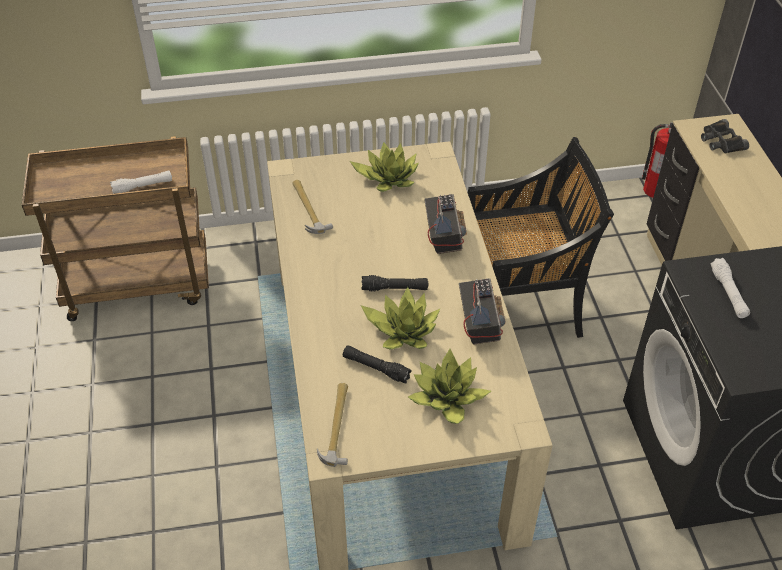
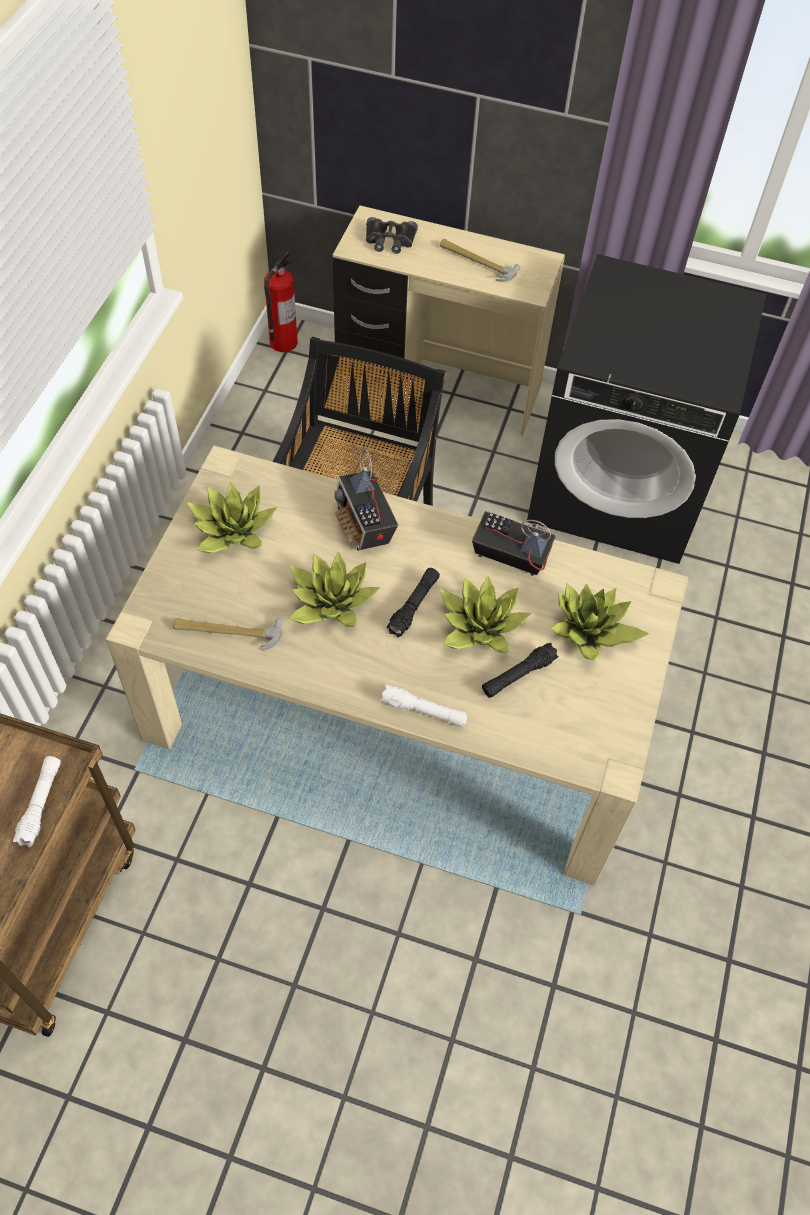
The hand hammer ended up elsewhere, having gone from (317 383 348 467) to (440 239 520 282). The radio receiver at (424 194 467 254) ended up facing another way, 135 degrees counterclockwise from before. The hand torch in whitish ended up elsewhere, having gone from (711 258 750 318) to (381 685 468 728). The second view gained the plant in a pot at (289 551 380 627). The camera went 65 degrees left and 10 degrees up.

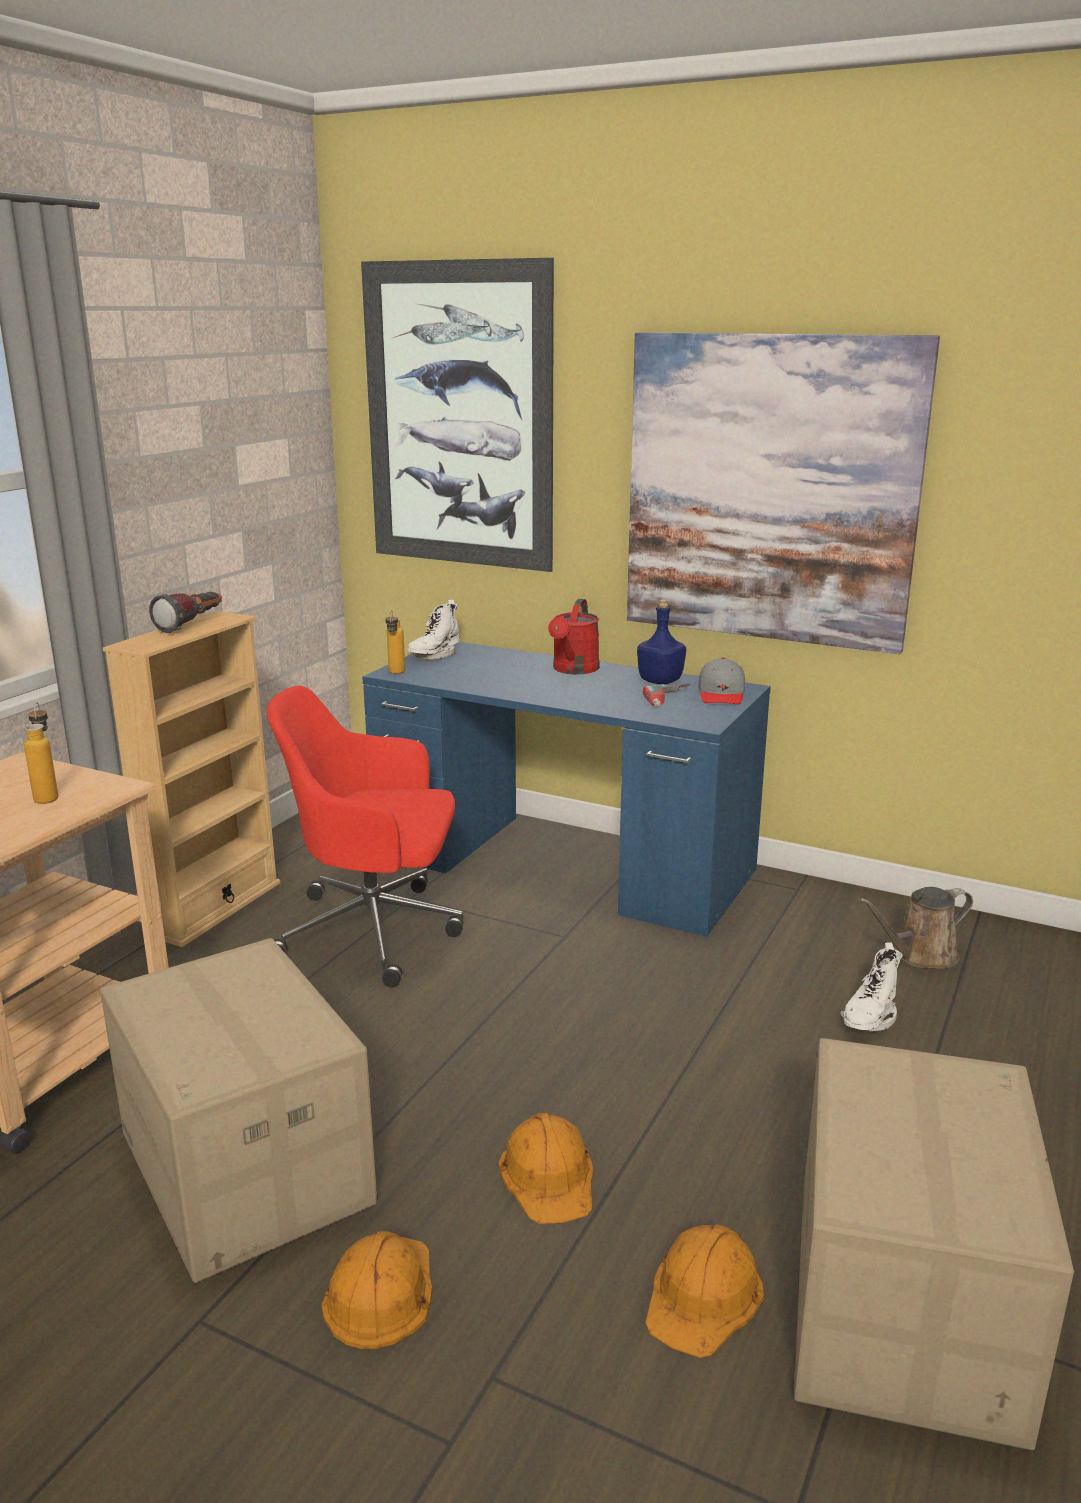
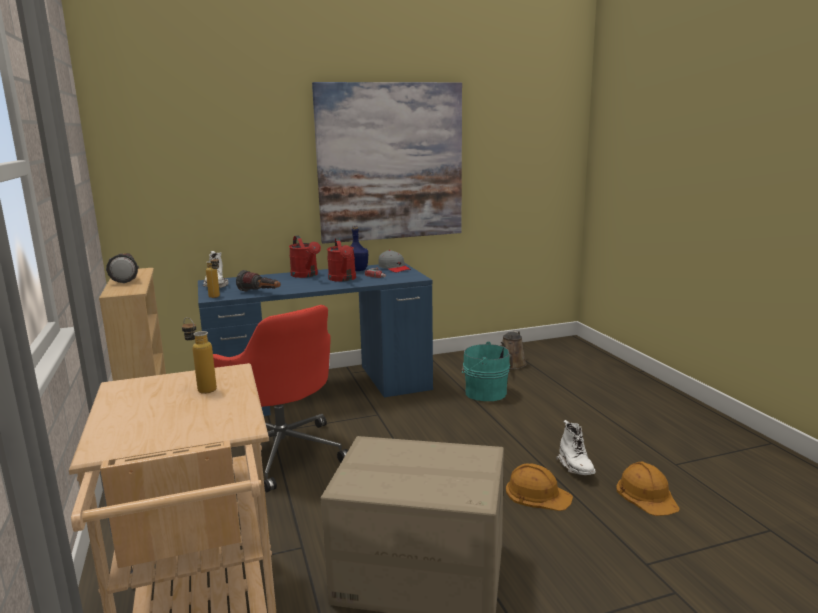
The desk chair in reddish at (267 685 463 988) ended up facing another way, 90 degrees counterclockwise from before. The second view lost the hard hat in orangey at (321 1231 432 1349). The second view lost the wall art at (361 258 554 572). The second view lost the carton at (794 1038 1074 1450). The boot in whitish ended up elsewhere, having gone from (840 942 903 1032) to (556 420 596 475). The second view gained the hand torch at (236 270 281 292). The second view gained the watering can in reddish at (327 238 356 282). The second view gained the water bucket in turquoise-coloured at (461 342 510 401). The camera went 45 degrees left and 5 degrees down.

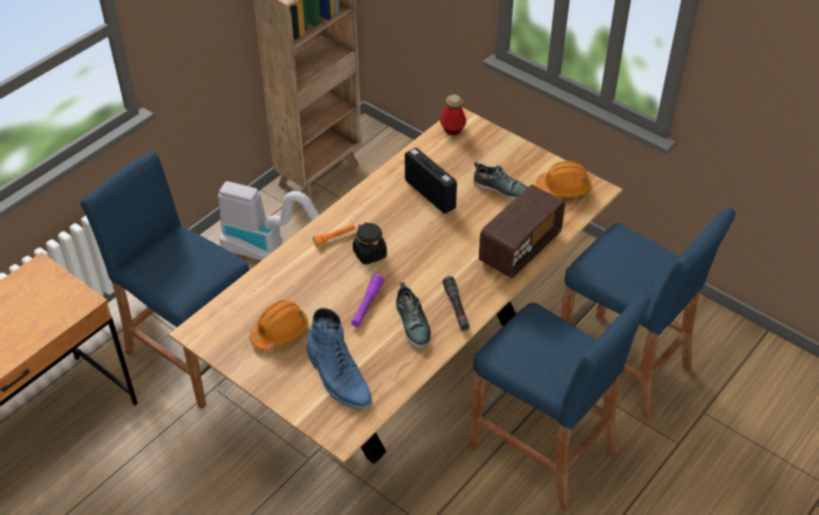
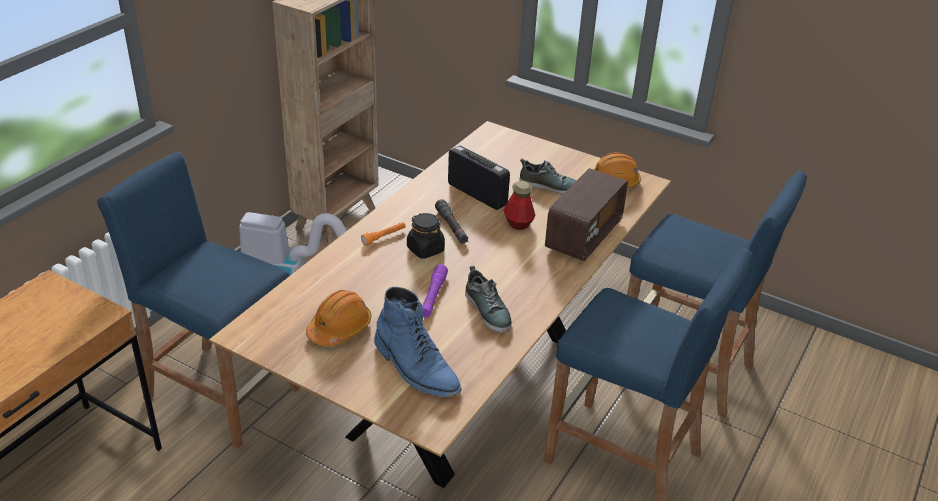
The drink bottle ended up elsewhere, having gone from (440 94 466 135) to (504 181 535 230). The hand torch in black ended up elsewhere, having gone from (443 276 470 331) to (435 199 468 244). The camera went 10 degrees left and 10 degrees down.

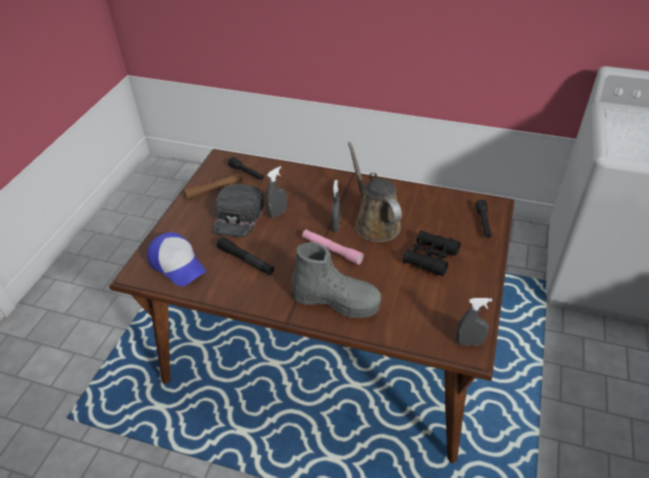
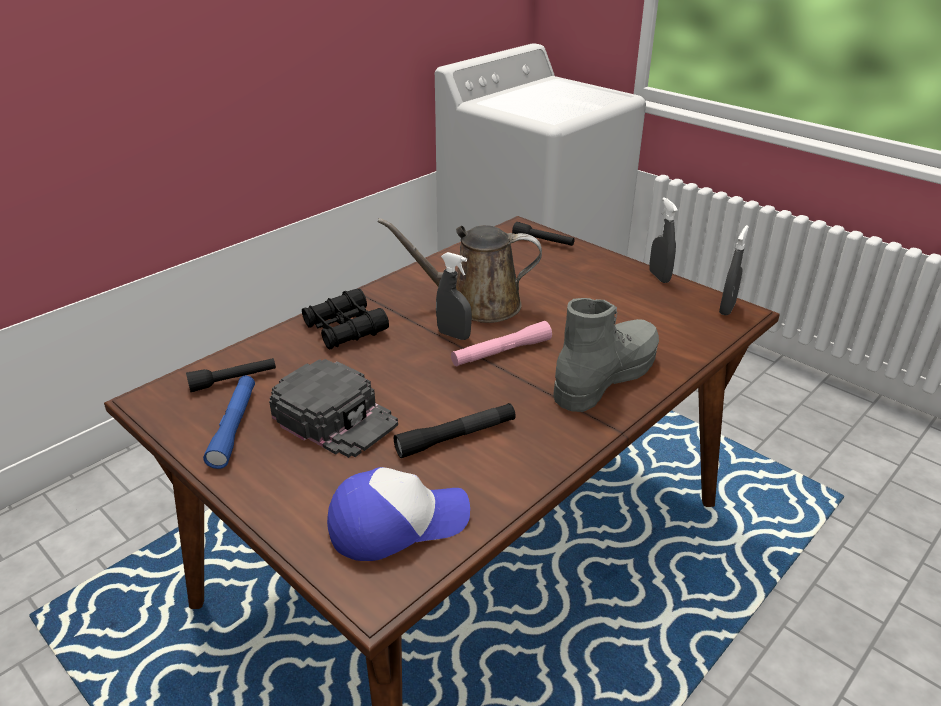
What was the hand torch in brown-coloured at (184 173 243 200) turned into the hand torch in blue-coloured at (203 376 255 469). The spray bottle in grey ended up elsewhere, having gone from (266 166 287 218) to (649 197 678 283). The pair of binoculars in black ended up elsewhere, having gone from (403 230 461 276) to (302 288 389 350). The camera went 65 degrees left and 10 degrees down.

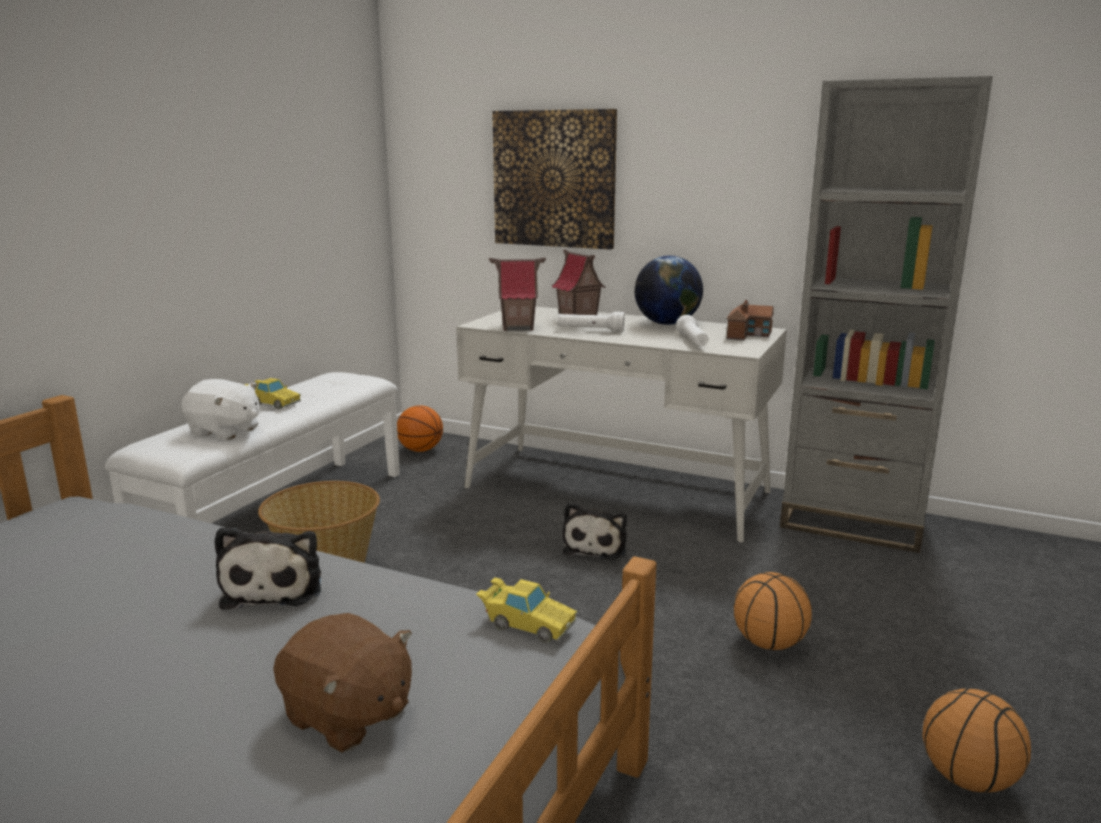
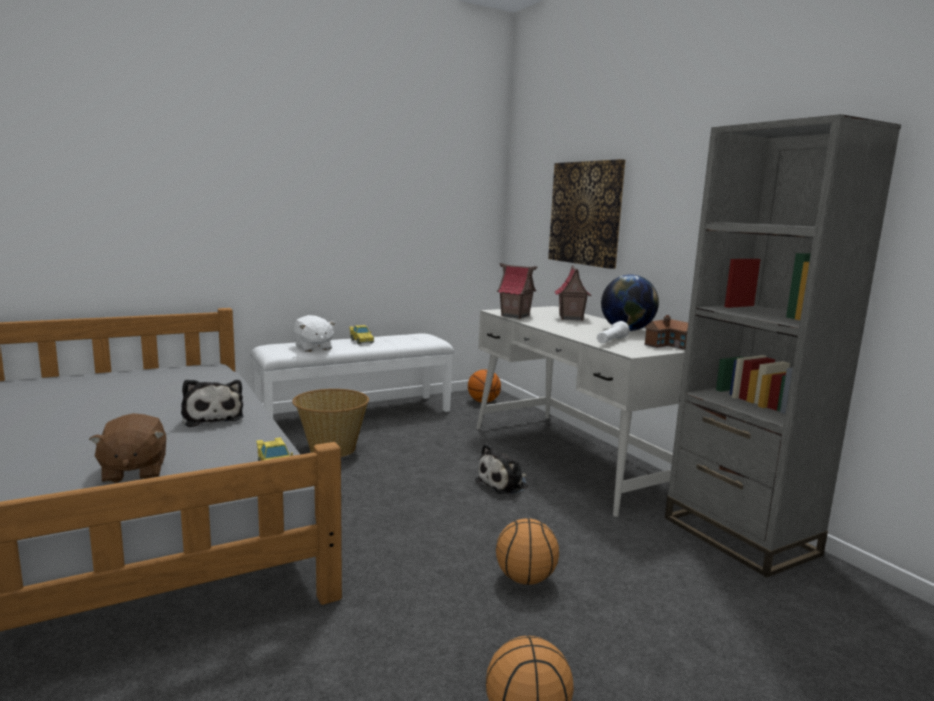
The plush toy at (215 527 321 610) ended up facing another way, 60 degrees counterclockwise from before. The second view lost the hand torch in whitish at (557 312 624 332). The camera went 35 degrees right and 5 degrees down.

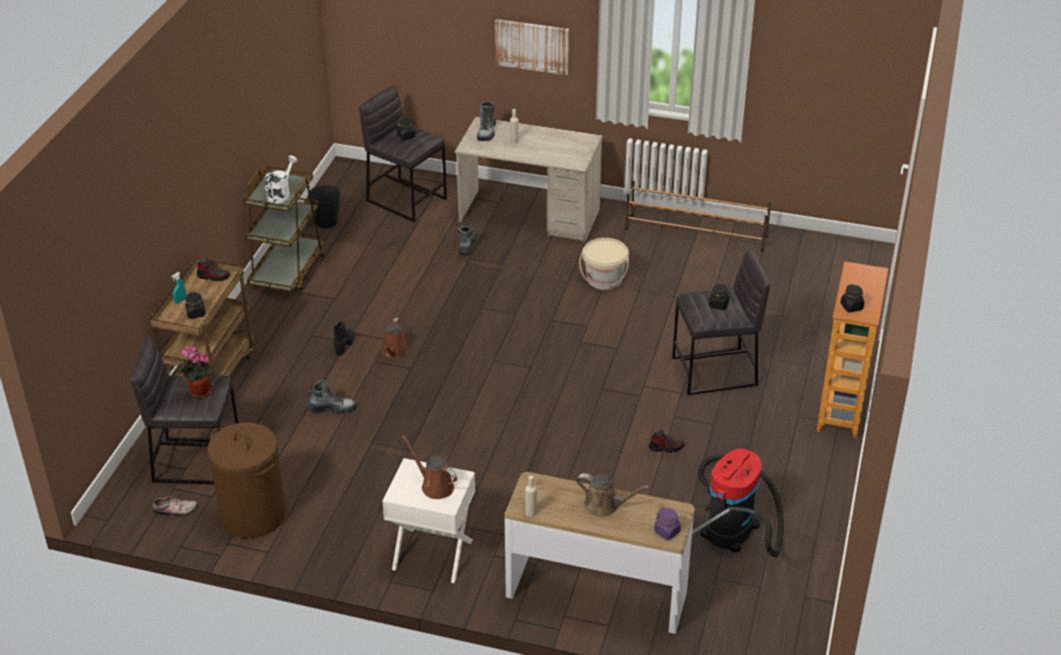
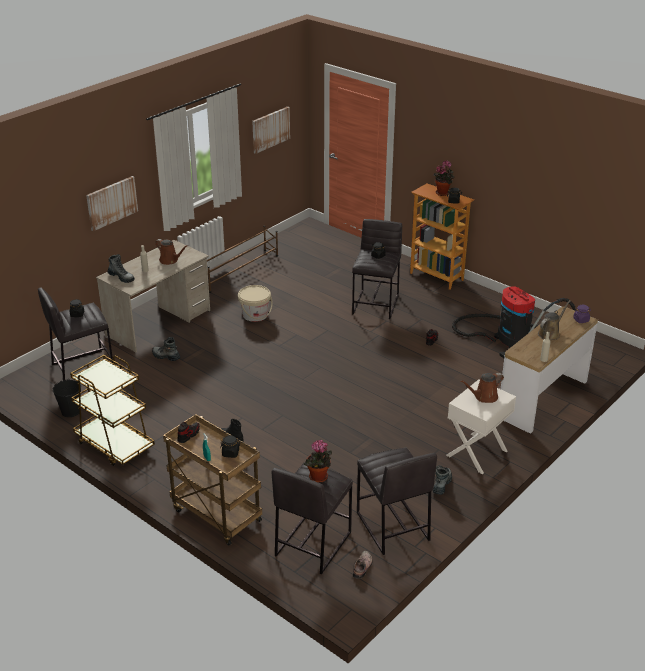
Where the washing basket in brown-coloured stood at (208 422 286 538), the sitting stool in grey came to stand at (357 447 437 555). The second view lost the watering can in whitish at (265 156 298 204). The boot ended up elsewhere, having gone from (307 380 356 414) to (433 465 452 495). The watering can in brown-coloured ended up elsewhere, having gone from (382 318 409 359) to (155 239 188 265). The second view gained the wall art at (252 106 290 154). The second view gained the plant in a pot at (433 160 455 196). The camera went 65 degrees left and 5 degrees down.

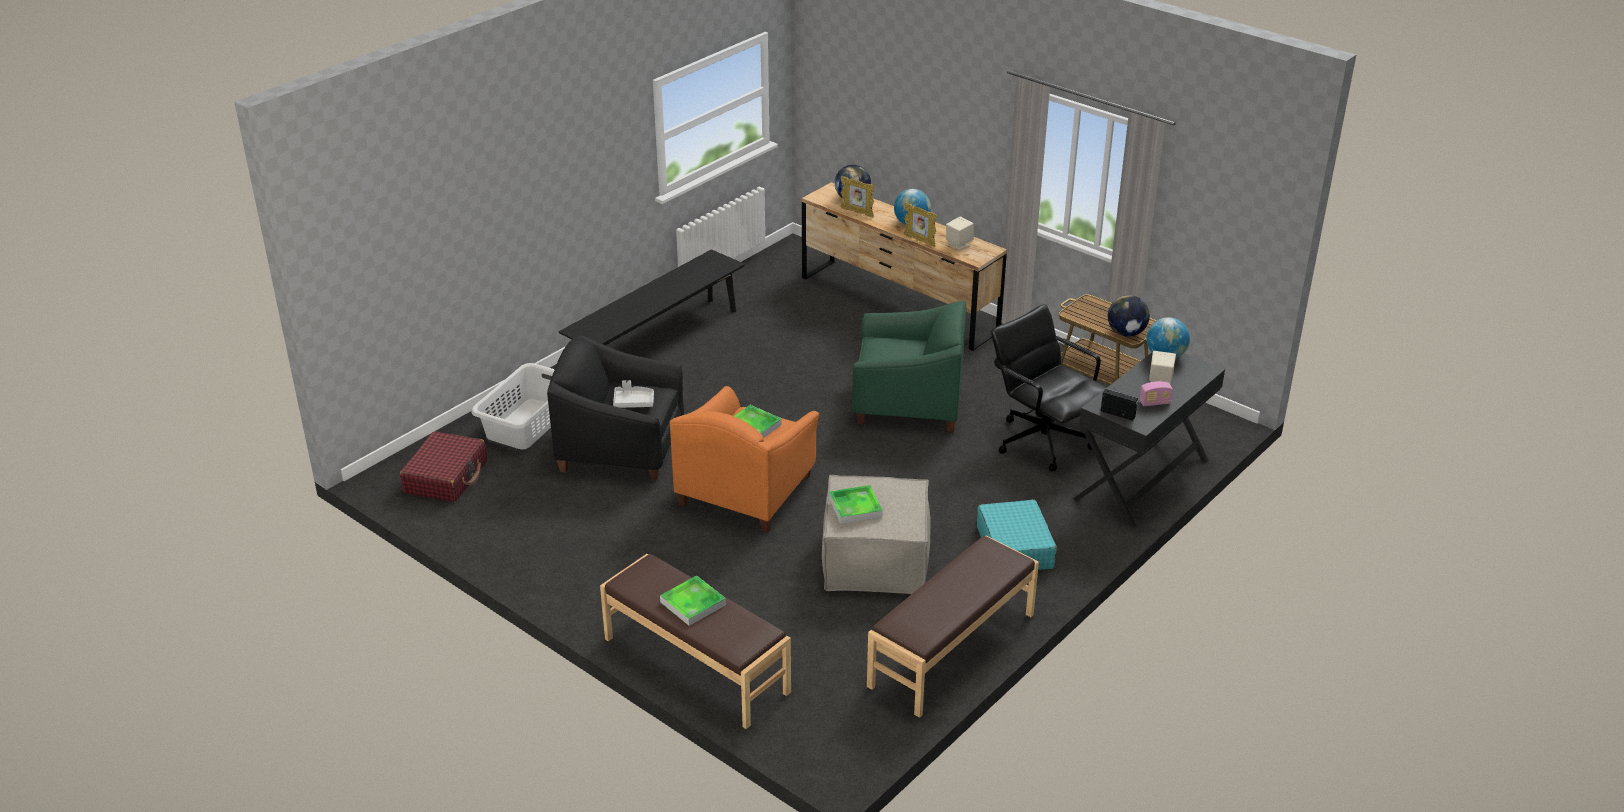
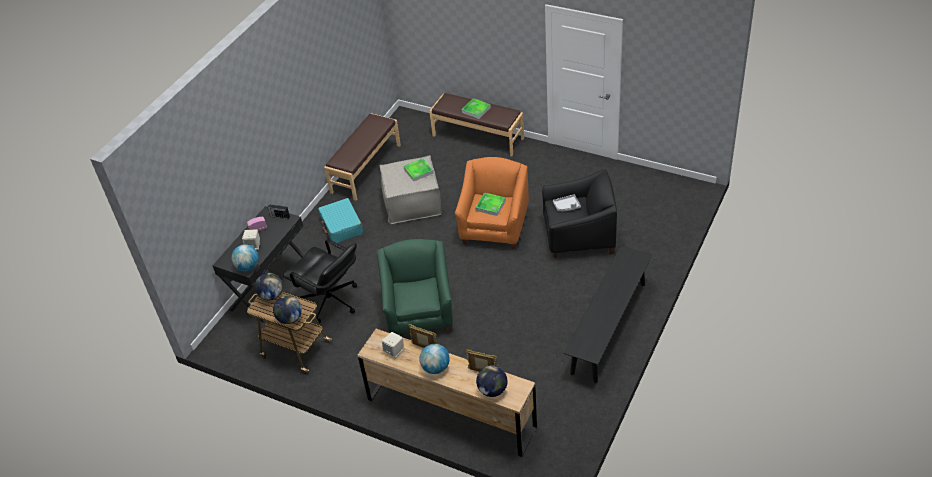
The second view lost the suitcase in reddish at (400 431 487 502). The second view lost the washing basket in grey at (471 363 555 449). The armchair in green at (852 301 967 433) ended up facing another way, 90 degrees clockwise from before. The second view gained the desk globe at (273 296 302 324). The camera went 170 degrees right and 10 degrees up.

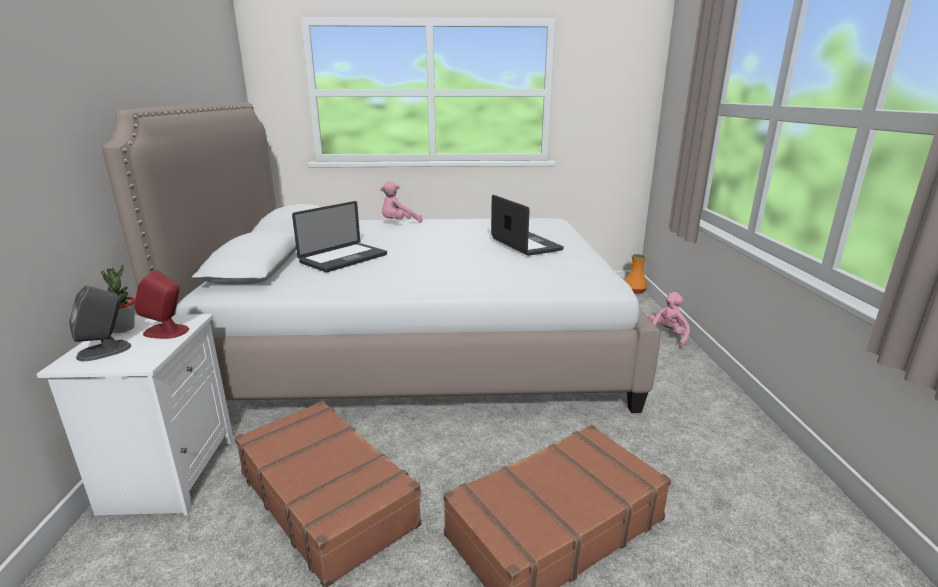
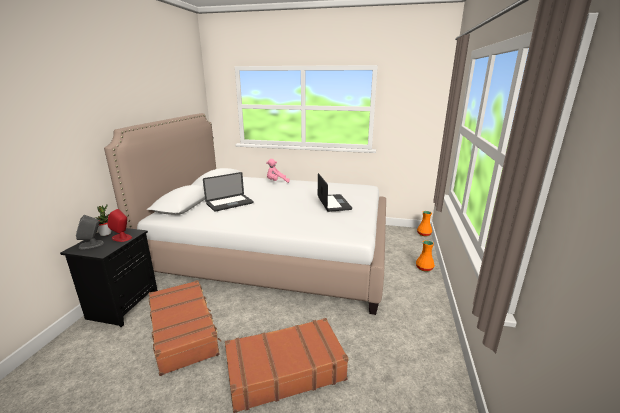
What was the bedside table in whitish at (37 314 234 515) turned into the bedside table in black at (60 228 158 327). Where the plush toy in pinkish stood at (648 292 690 348), the flower vase in orangey came to stand at (416 240 435 272). The camera went 15 degrees right and 0 degrees up.

